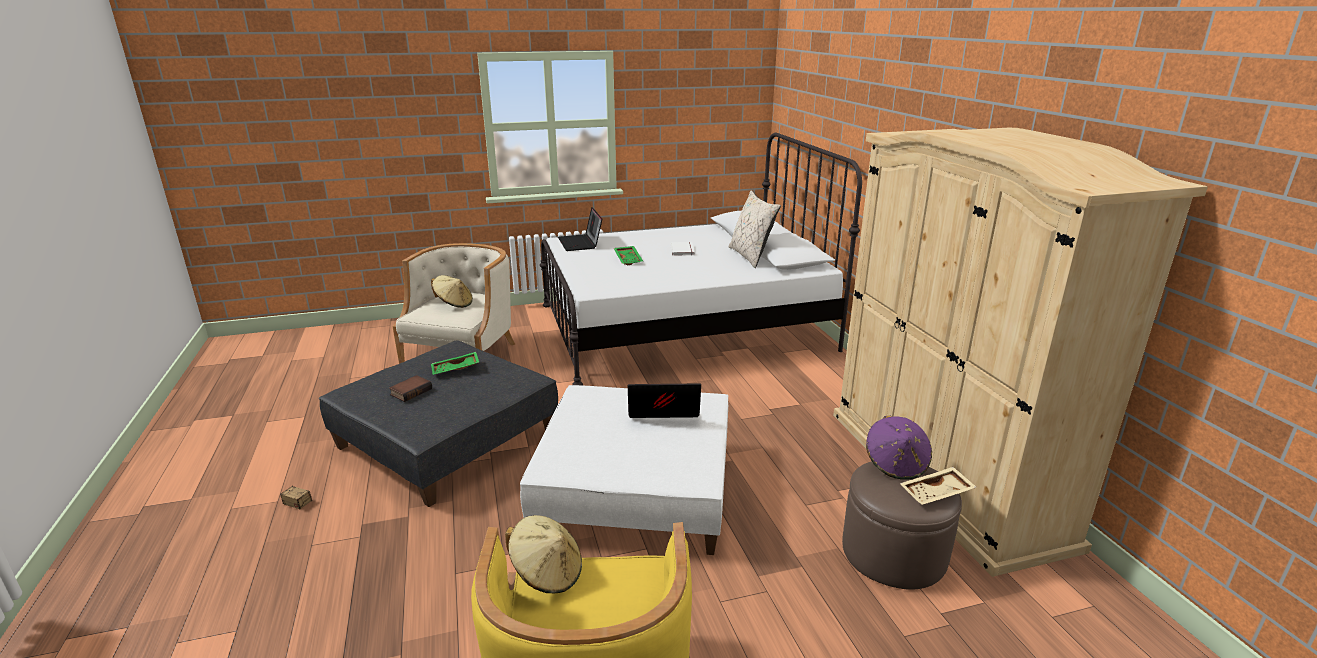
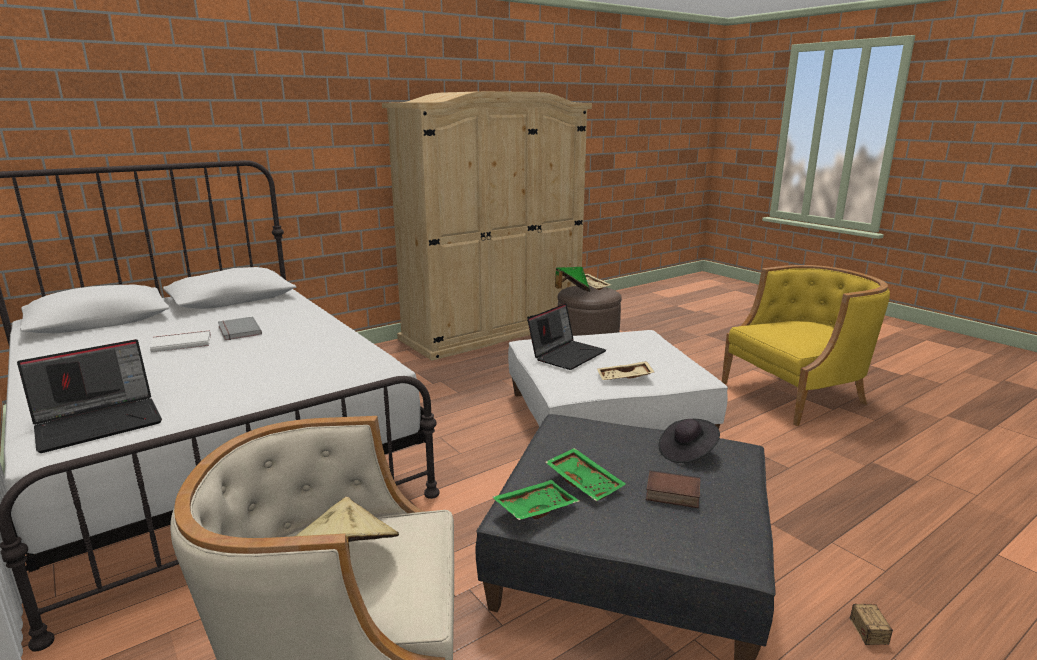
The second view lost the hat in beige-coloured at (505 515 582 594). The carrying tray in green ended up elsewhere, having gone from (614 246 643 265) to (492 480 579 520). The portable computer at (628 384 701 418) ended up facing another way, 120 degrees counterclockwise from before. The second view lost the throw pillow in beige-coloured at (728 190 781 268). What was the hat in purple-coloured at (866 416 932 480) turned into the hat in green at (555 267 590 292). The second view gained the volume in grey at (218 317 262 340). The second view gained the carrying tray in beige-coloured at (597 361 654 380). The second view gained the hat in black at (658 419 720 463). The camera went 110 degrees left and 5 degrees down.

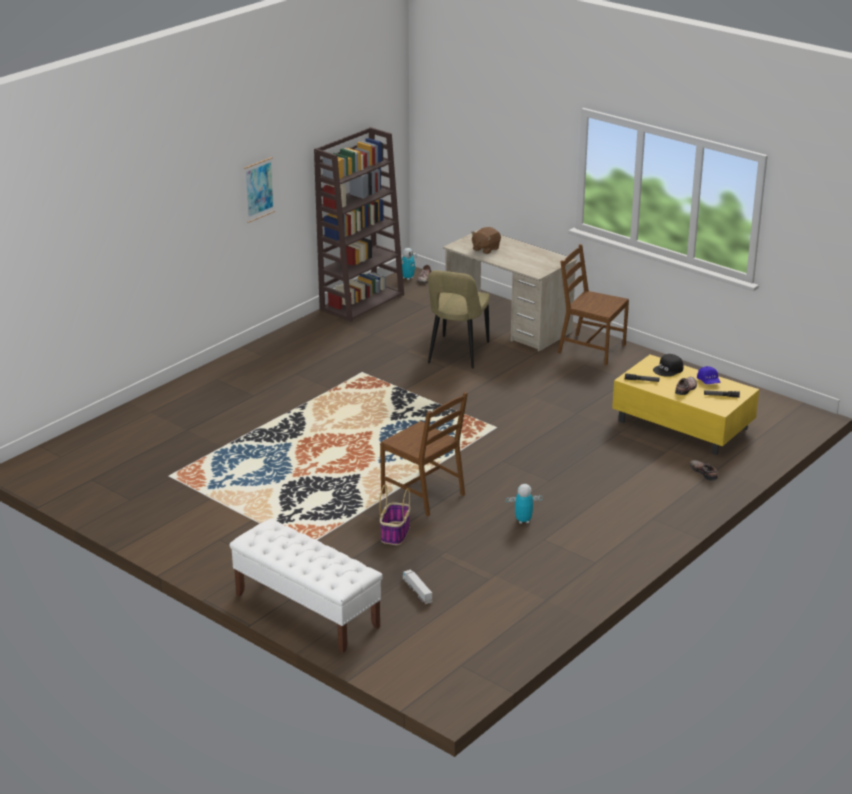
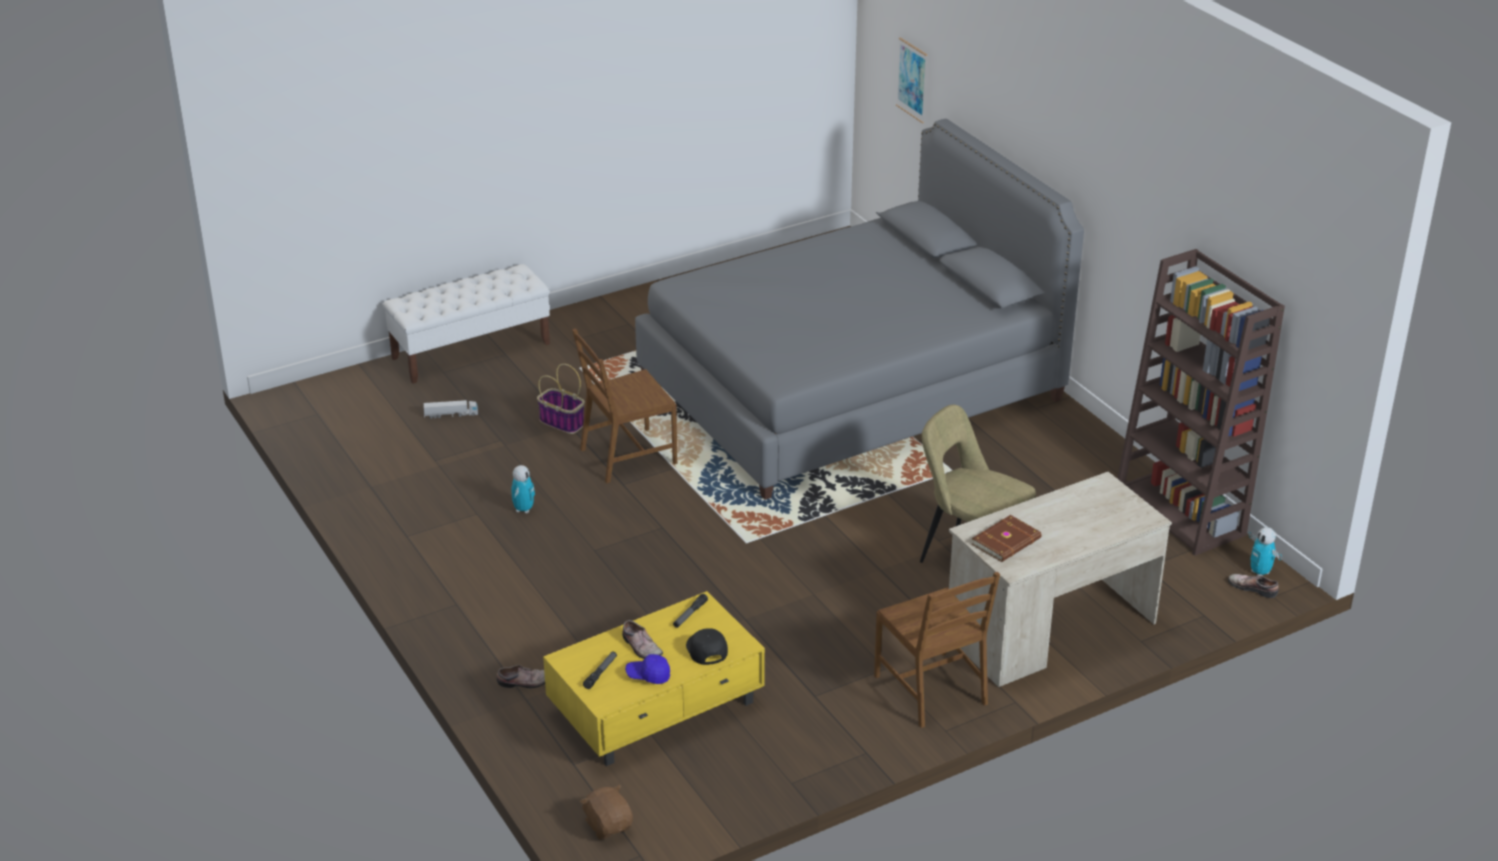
The wall art ended up elsewhere, having gone from (244 157 275 223) to (896 37 928 123). The plush toy in brown-coloured ended up elsewhere, having gone from (471 227 501 254) to (580 785 633 840). The chair in brown-coloured at (558 244 629 365) ended up facing another way, 105 degrees clockwise from before. The second view gained the bed in grey at (635 119 1084 500). The second view gained the volume in brown-coloured at (972 515 1042 562). The camera went 110 degrees right and 5 degrees up.

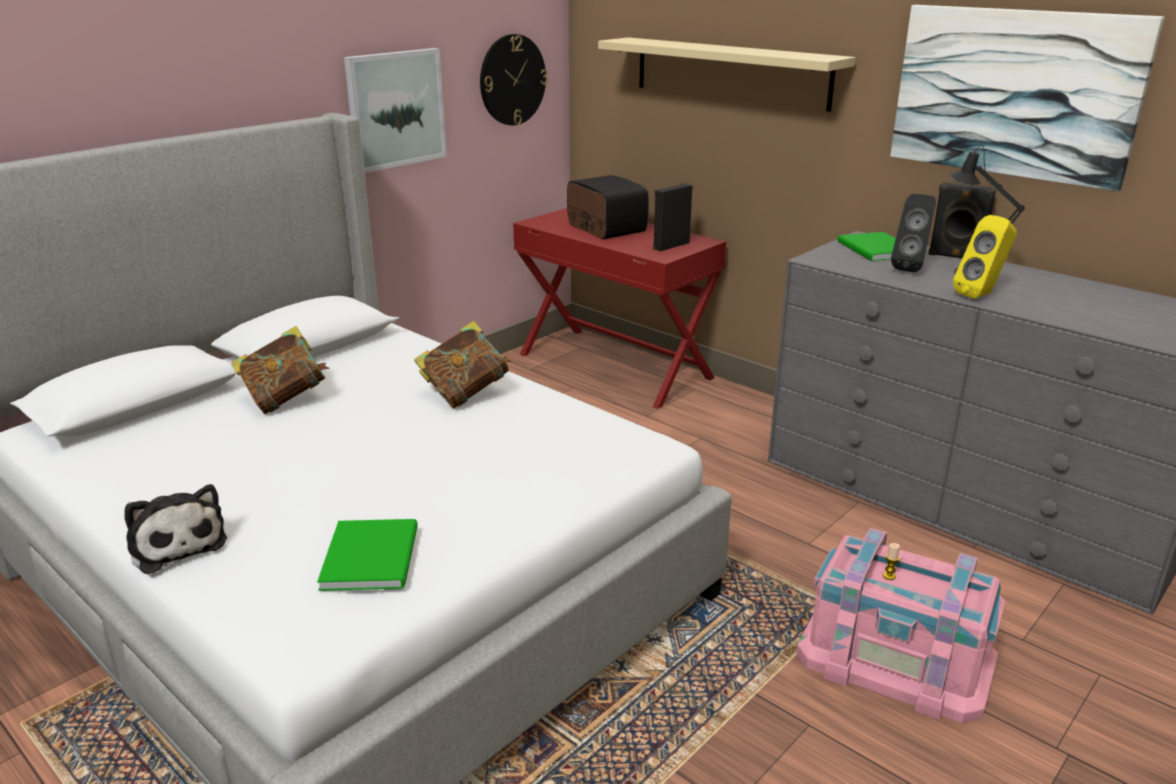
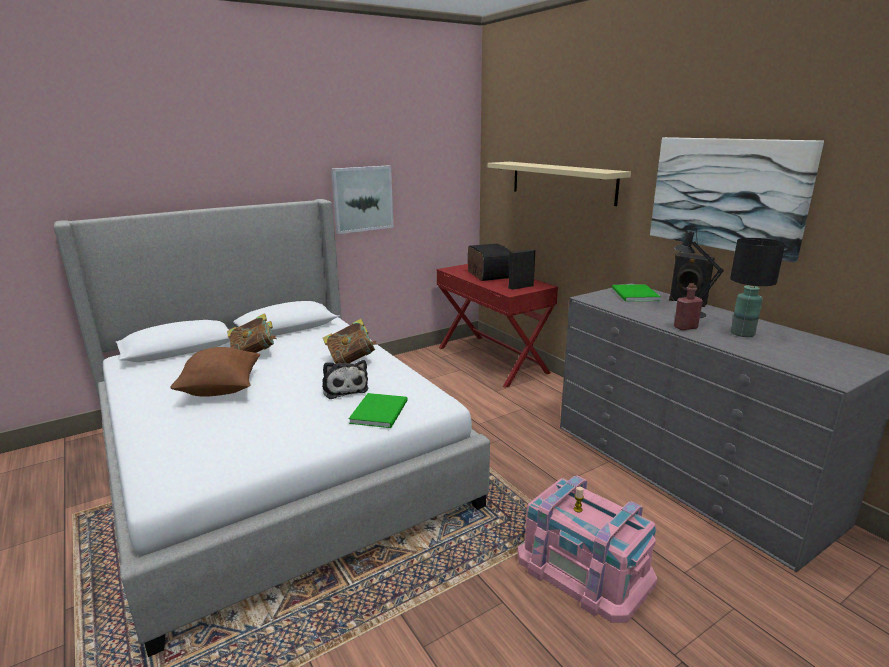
The plush toy ended up elsewhere, having gone from (124 484 227 574) to (322 360 369 399). The volume in green ended up elsewhere, having gone from (317 519 418 591) to (349 393 408 428). The second view lost the hanging clock at (480 34 548 125). The second view lost the loudspeaker in black at (891 194 936 272). Where the loudspeaker in yellow stood at (953 215 1017 299), the drink bottle in reddish came to stand at (674 283 703 330). The second view gained the throw pillow in brown-coloured at (170 347 260 397). The second view gained the table lamp in black at (730 238 785 337). The camera went 15 degrees right and 5 degrees down.

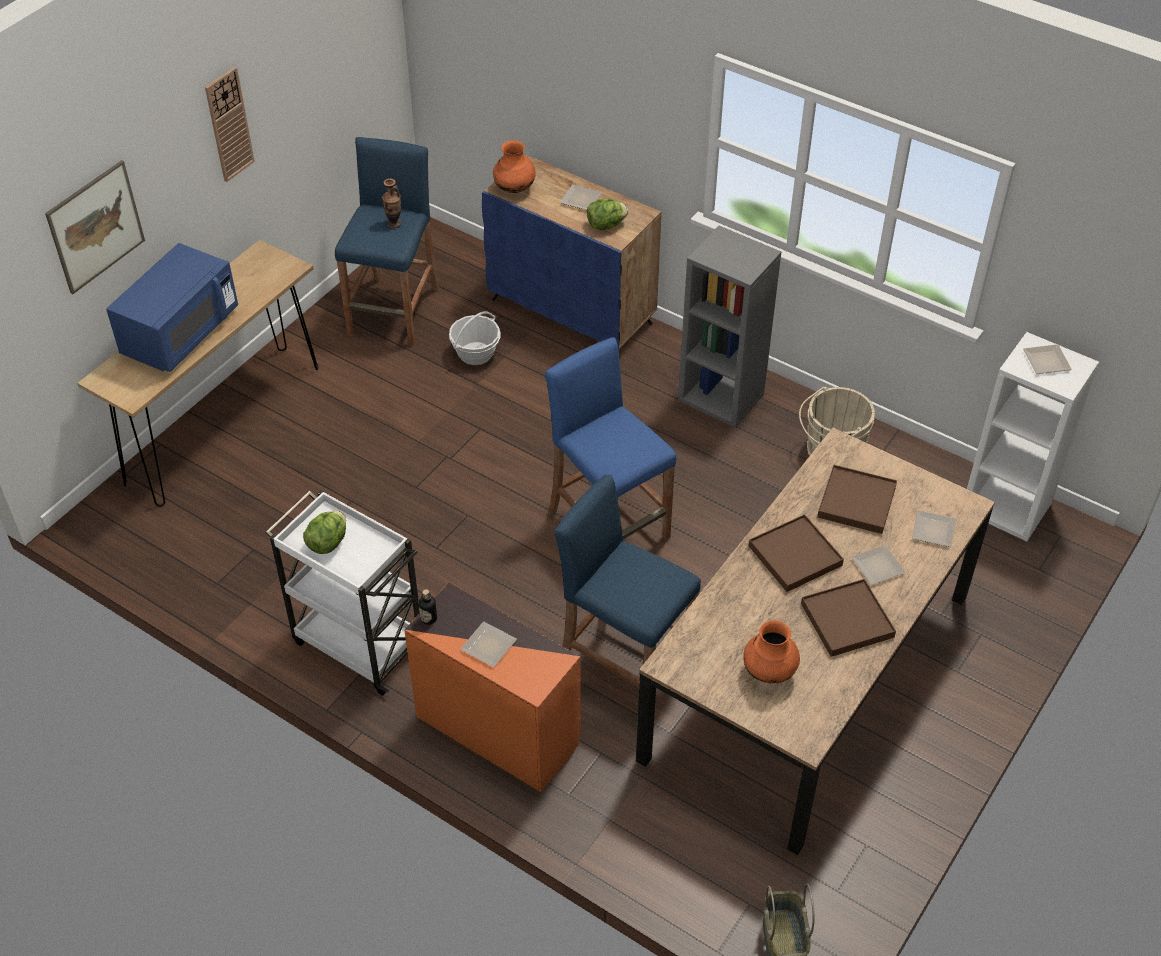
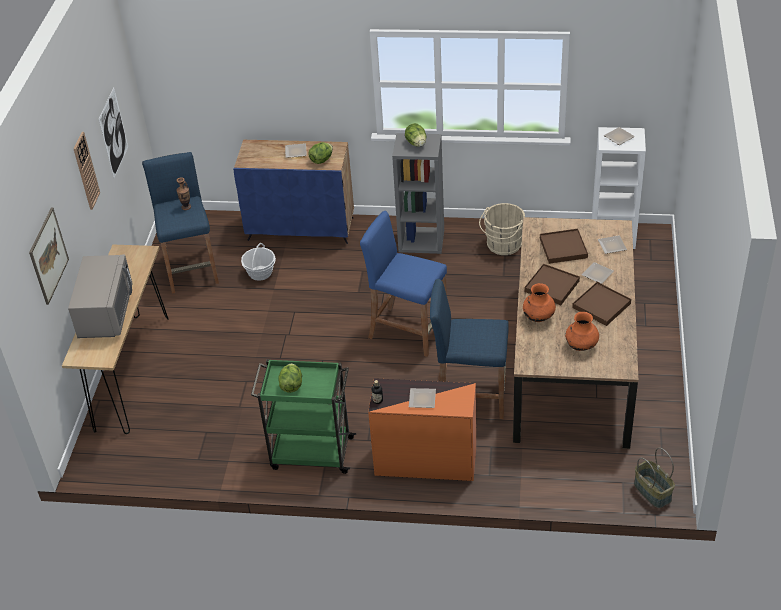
What was the kitchen microwave in blue-coloured at (106 243 238 372) turned into the kitchen microwave in grey at (68 255 133 338). What was the wheeled cart in whitish at (265 490 420 695) turned into the wheeled cart in green at (251 359 356 474). The flower vase in orangey ended up elsewhere, having gone from (493 140 536 193) to (523 283 556 322). The second view gained the wall art at (99 88 128 178). The second view gained the lettuce at (405 123 426 147). The camera went 25 degrees left and 5 degrees down.

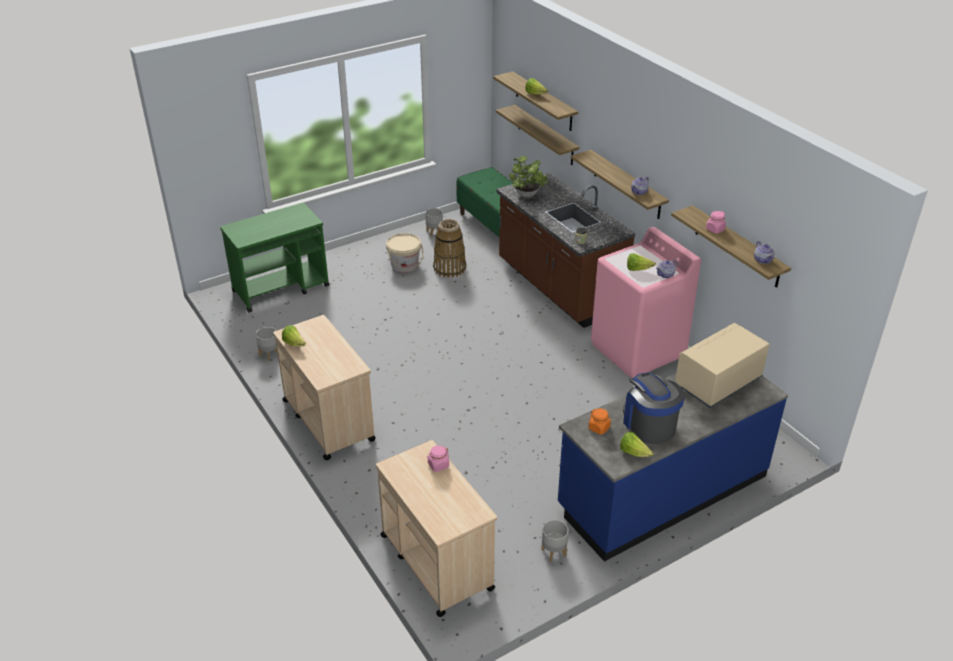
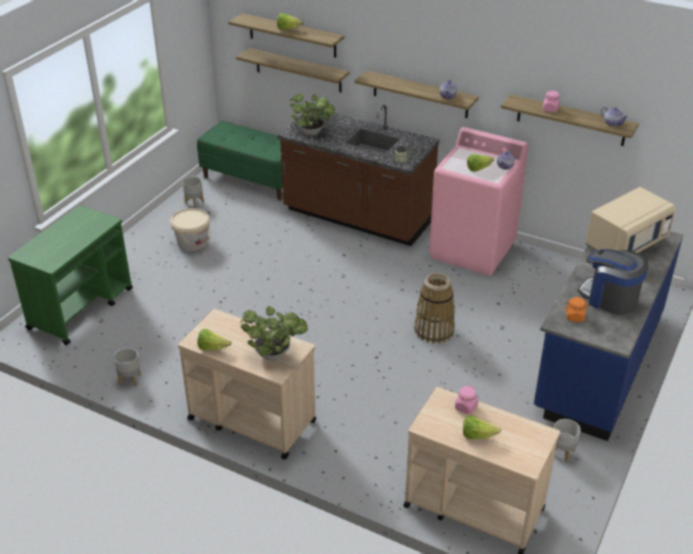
The storage basket ended up elsewhere, having gone from (433 219 466 278) to (414 273 455 344). The lettuce ended up elsewhere, having gone from (620 432 654 457) to (463 415 501 439). The kitchen microwave in beige-coloured at (675 323 769 407) ended up facing another way, 150 degrees counterclockwise from before. The second view gained the plant in a pot at (240 306 308 361). The camera went 30 degrees left and 0 degrees up.

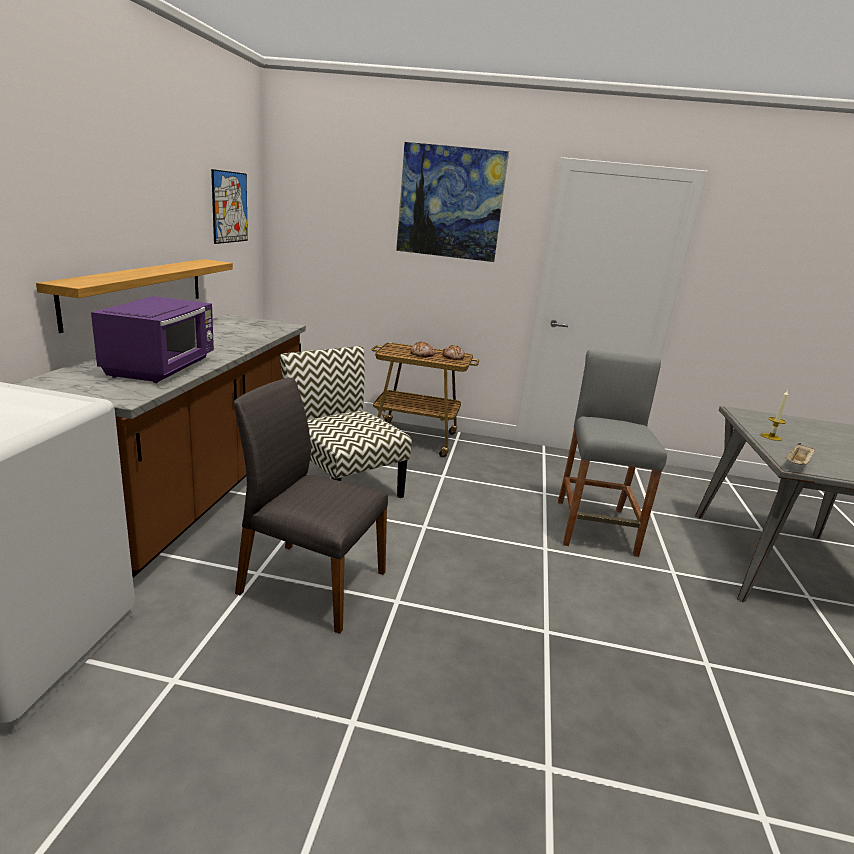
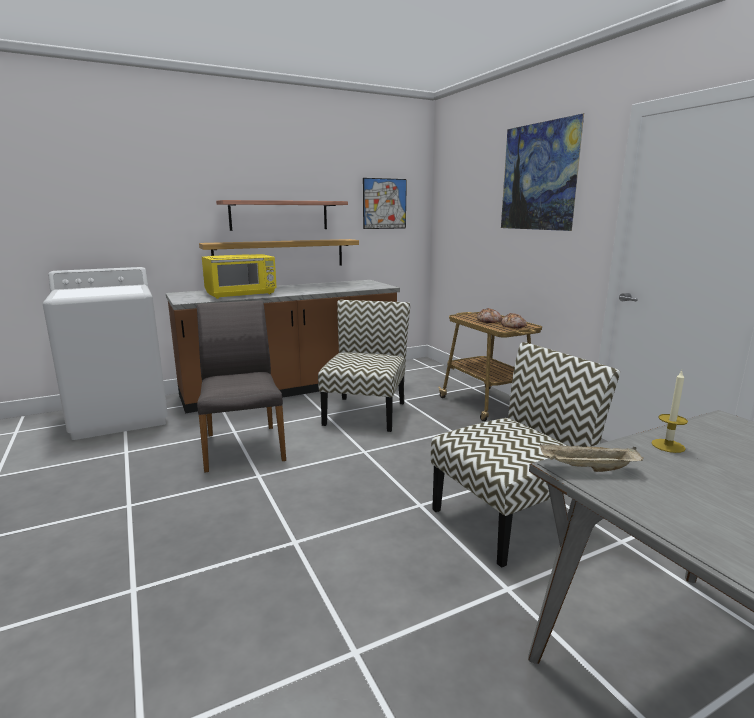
What was the kitchen microwave in purple-coloured at (91 296 214 383) turned into the kitchen microwave in yellow at (202 254 277 299). Where the sitting stool in grey stood at (558 350 667 557), the chair came to stand at (431 342 620 568). The second view gained the bracket shelf at (216 200 348 231). The camera went 55 degrees right and 5 degrees down.

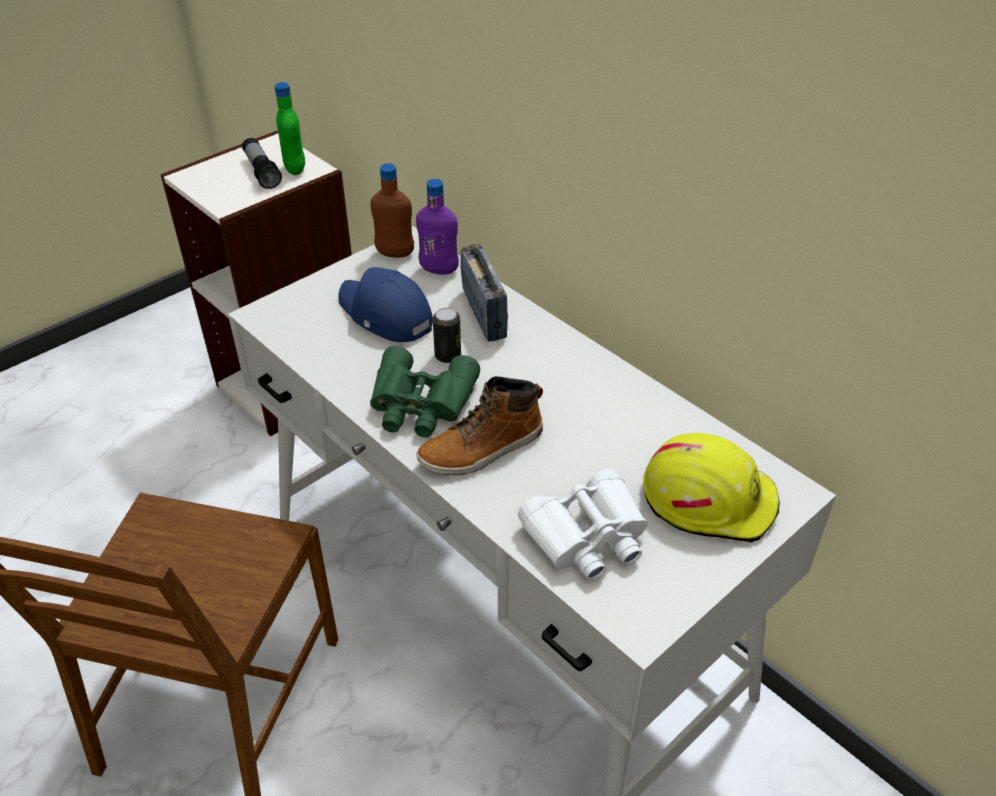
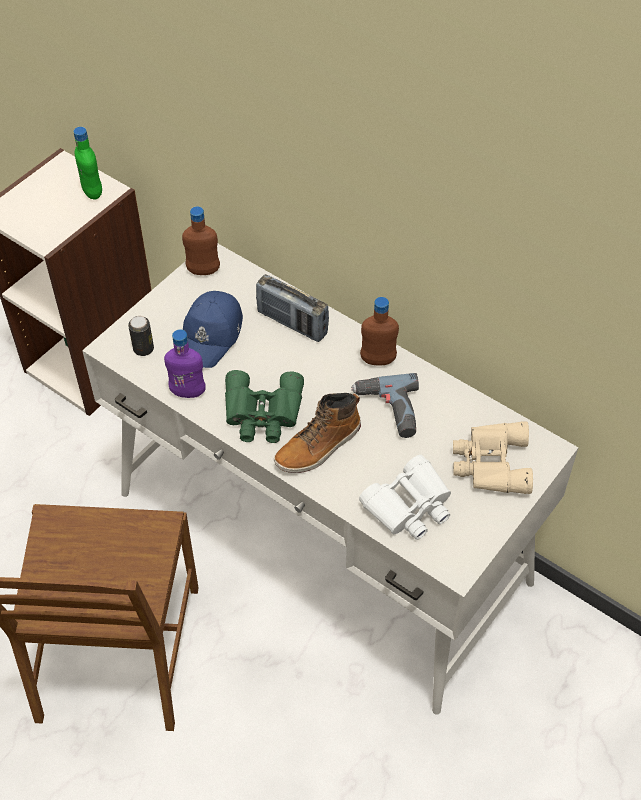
The second view lost the hand torch at (242 138 282 189). The cap in blue-coloured at (338 267 433 342) ended up facing another way, 105 degrees counterclockwise from before. The drink bottle in purple-coloured ended up elsewhere, having gone from (416 179 459 275) to (164 329 206 398). The sealed can ended up elsewhere, having gone from (433 308 461 363) to (128 316 154 356). The radio receiver at (460 244 508 342) ended up facing another way, 150 degrees clockwise from before. Where the hard hat in yellow stood at (643 433 780 543), the pair of binoculars in beige-coloured came to stand at (453 421 533 494). The second view gained the drill at (351 373 419 438). The second view gained the drink bottle in brown-coloured at (360 297 399 365). The camera went 10 degrees left and 10 degrees up.

